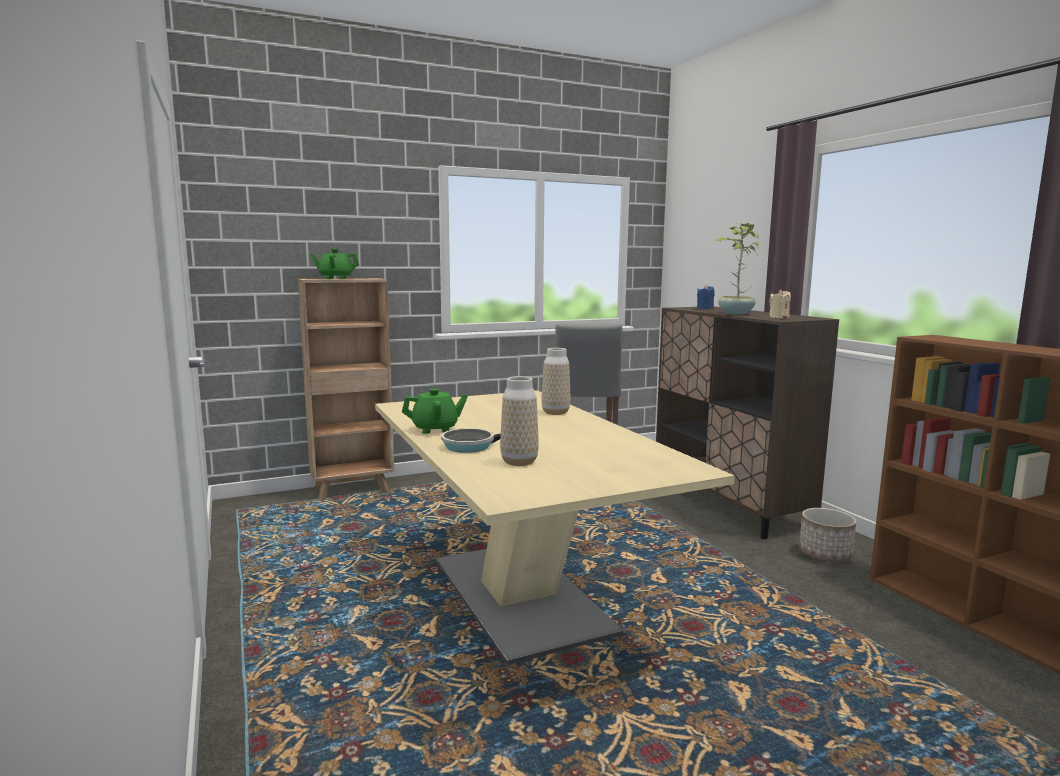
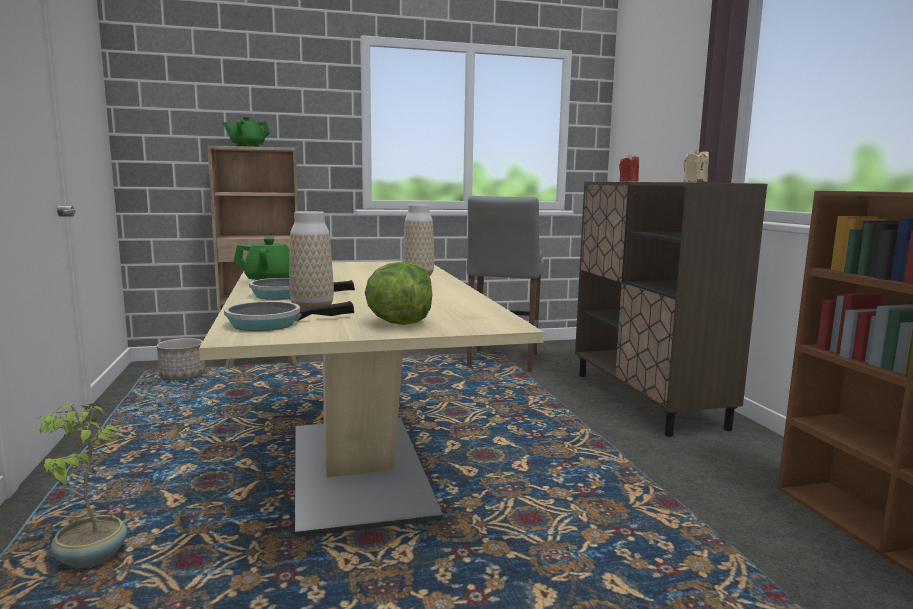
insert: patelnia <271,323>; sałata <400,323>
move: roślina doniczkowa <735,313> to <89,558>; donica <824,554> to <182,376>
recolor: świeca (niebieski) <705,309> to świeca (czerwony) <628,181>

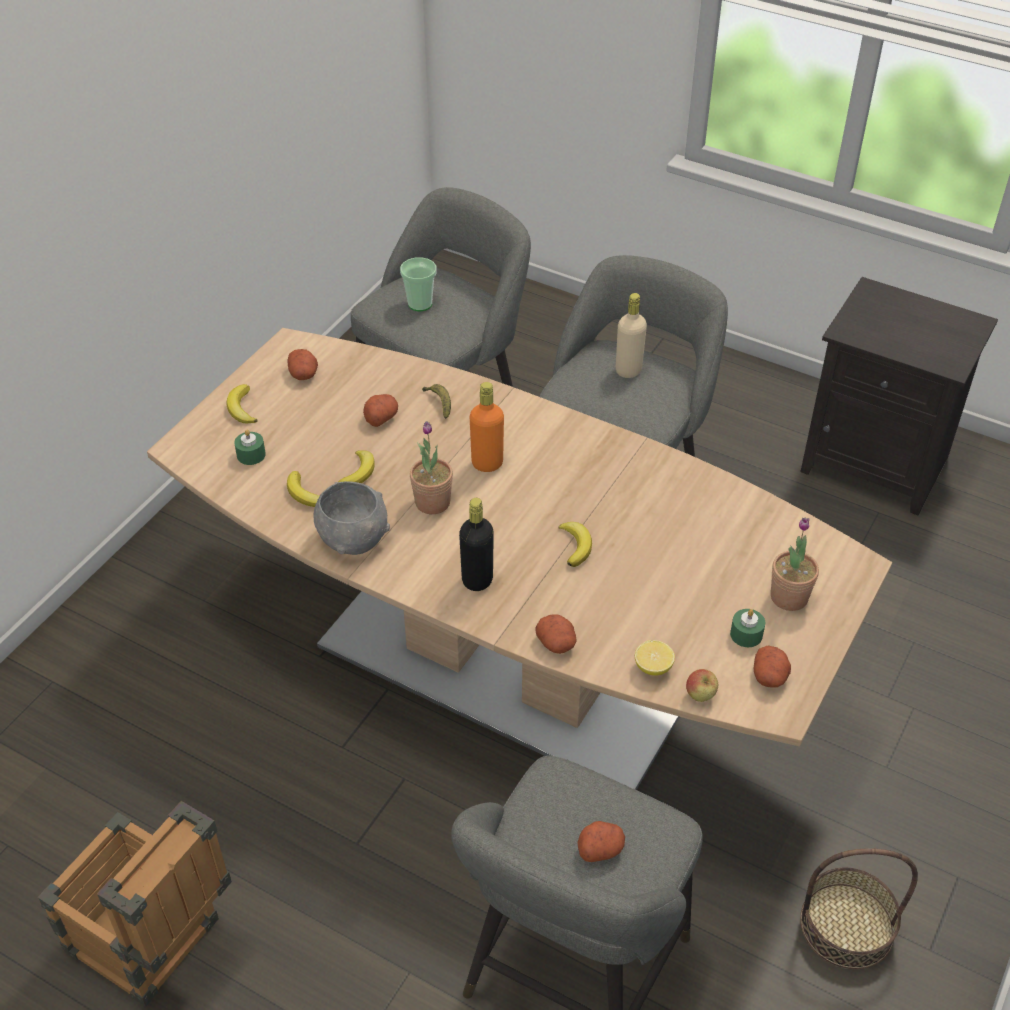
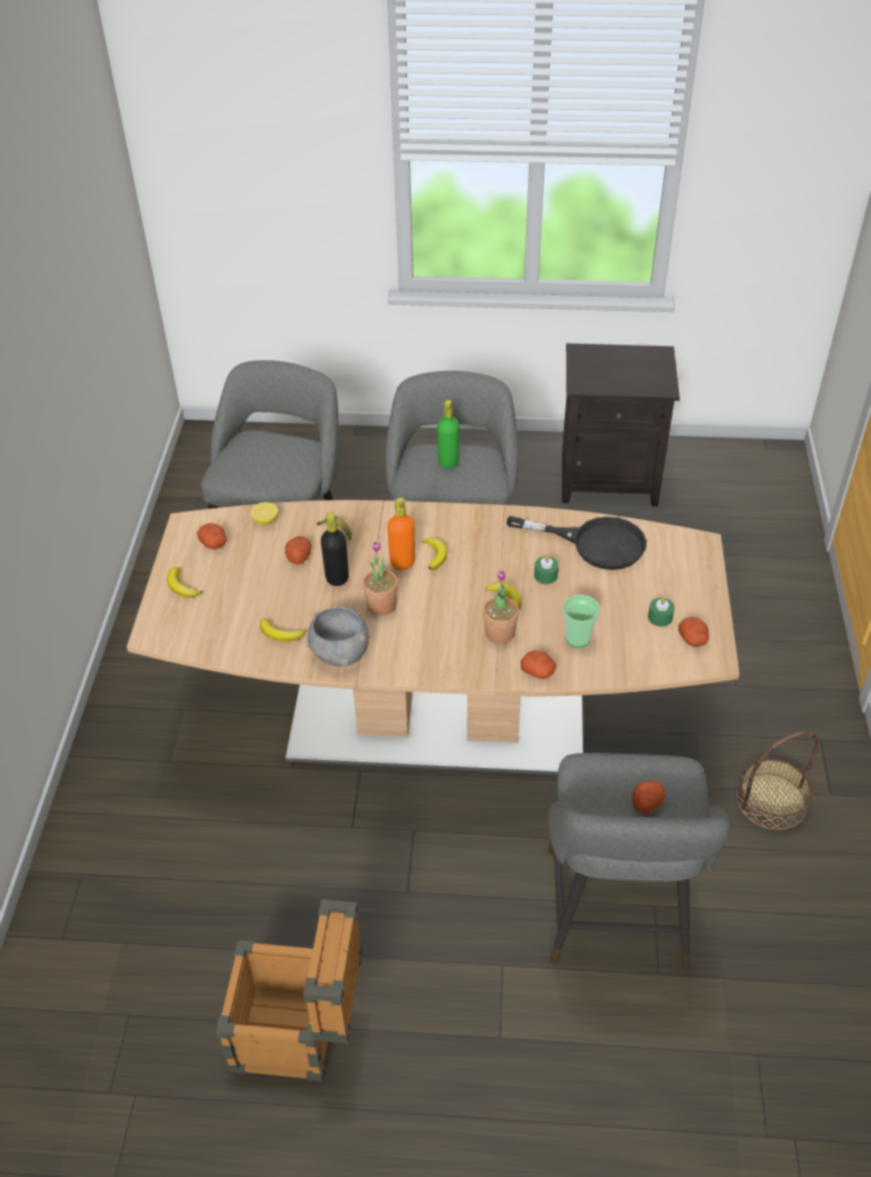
delete: jabłko <700,696>
insert: patelnia (czarny) <595,543>
move: świeca (zielony) <251,455> to <545,575>; banan <358,472> to <435,555>; filiżanka <420,304> to <578,638>; butelka (czarny) <477,580> to <337,578>; cytryna <653,667> to <265,520>; roślina doniczkowa <789,597> to <500,633>
recolor: butelka (beżowy) <628,370> to butelka (zielony) <448,462>

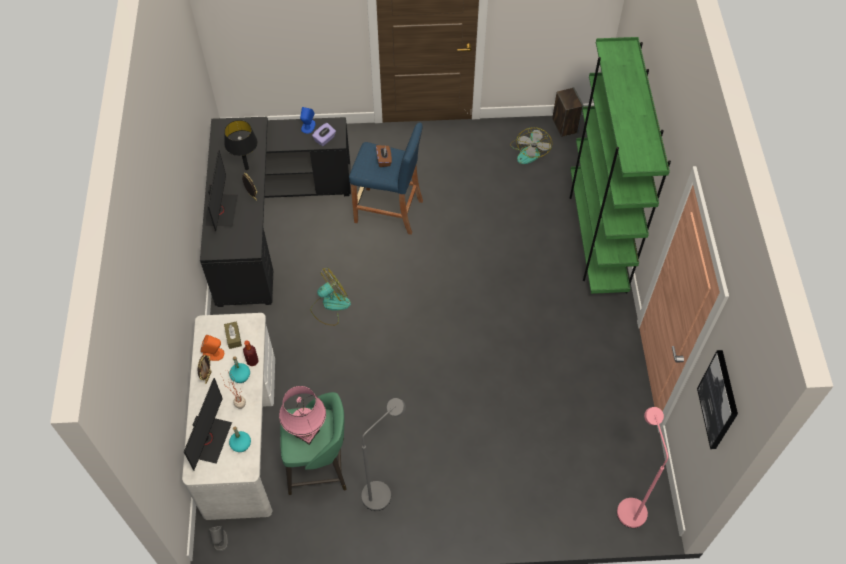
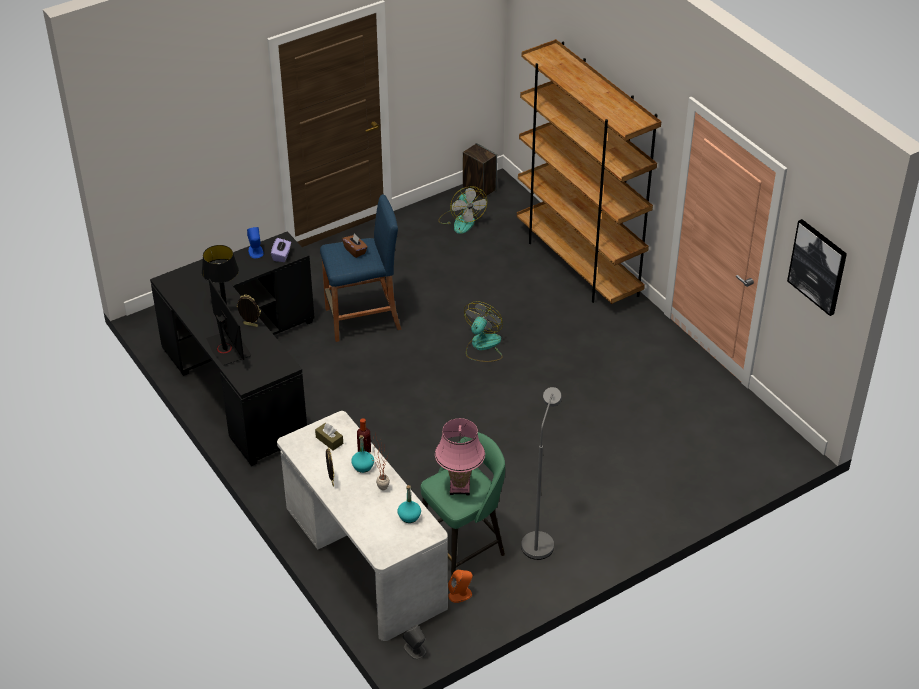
delete: monitor <209,439>; lampa stojąca (różowy) <629,505>
move: głośnik (pomarańczowy) <213,354> to <460,594>; wentylator <330,305> to <482,346>
recolor: regał (zielony) <597,237> to regał (brązowy) <578,264>

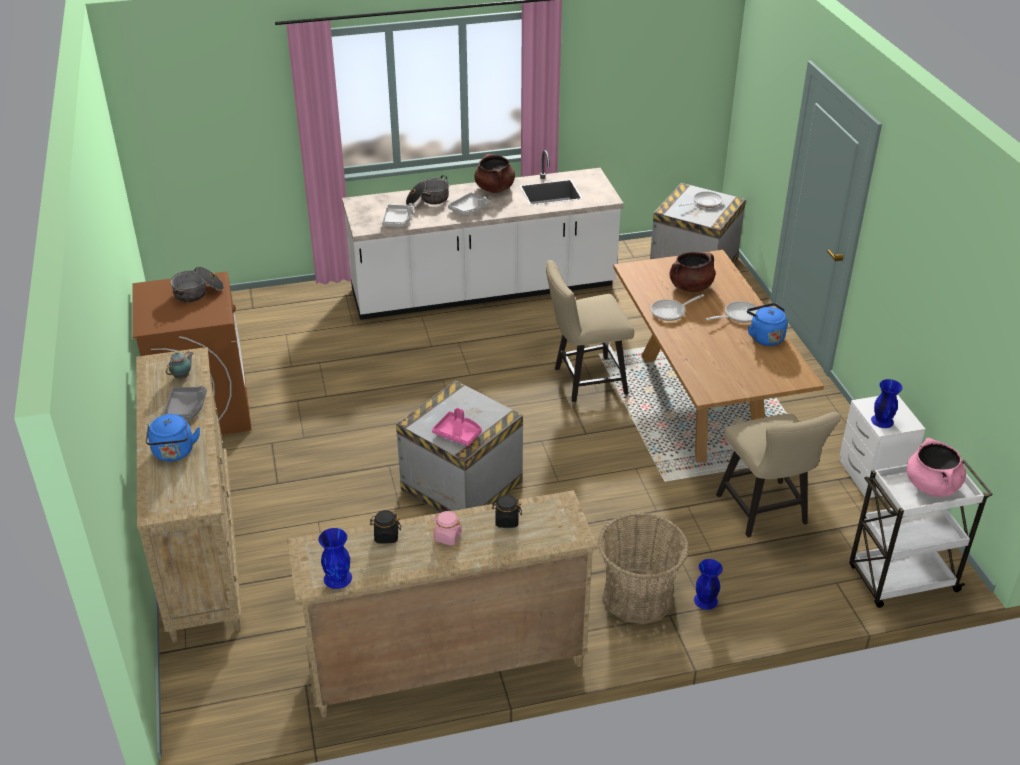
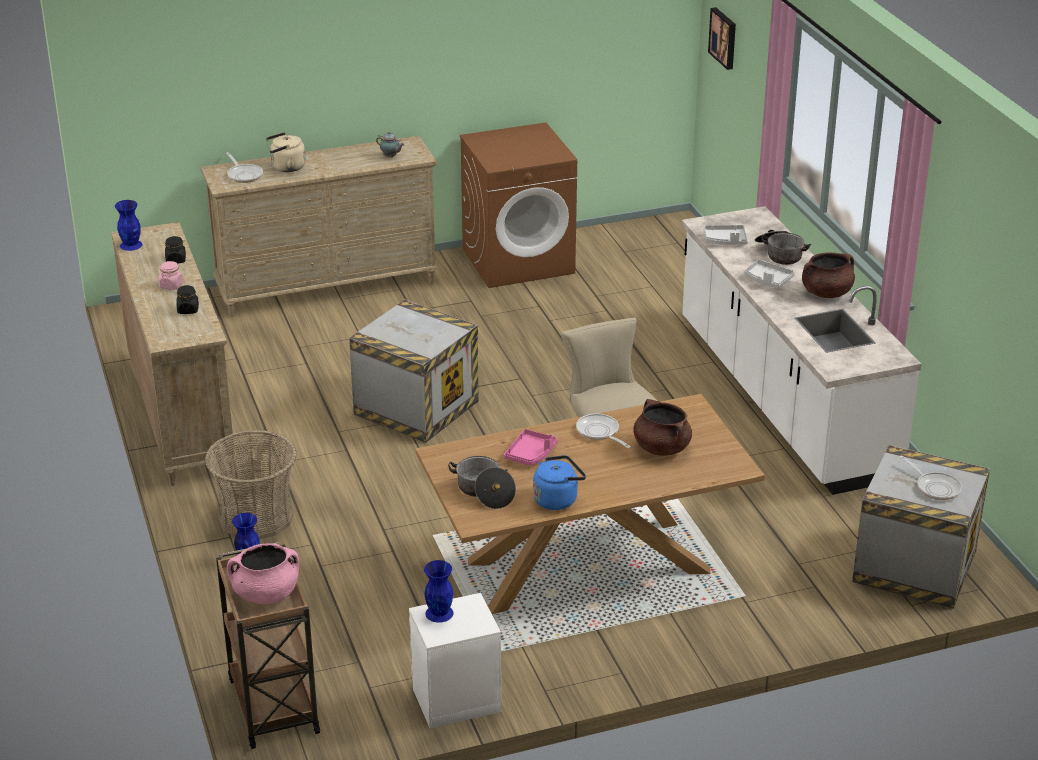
delete: taca (szary) <186,408>; krzesło (beżowy) <765,513>
insert: obraz <724,38>
move: garnek <198,292> to <484,491>; taca (różowy) <458,433> to <531,454>; patelnia <738,316> to <244,175>
recolor: czajnik (niebieski) <174,453> to czajnik (beżowy) <286,167>; wózek (biały) <901,579> to wózek (brązowy) <273,704>

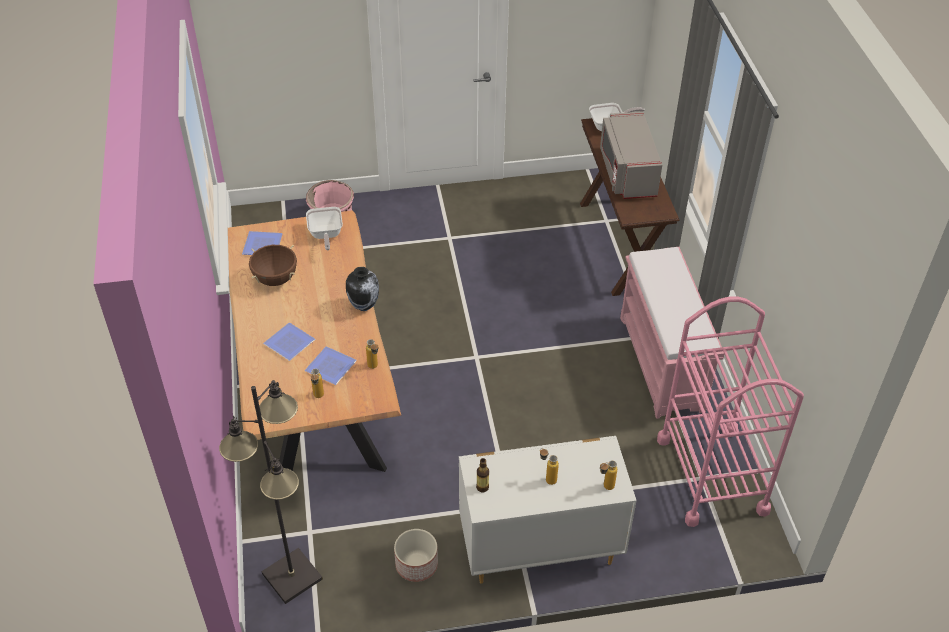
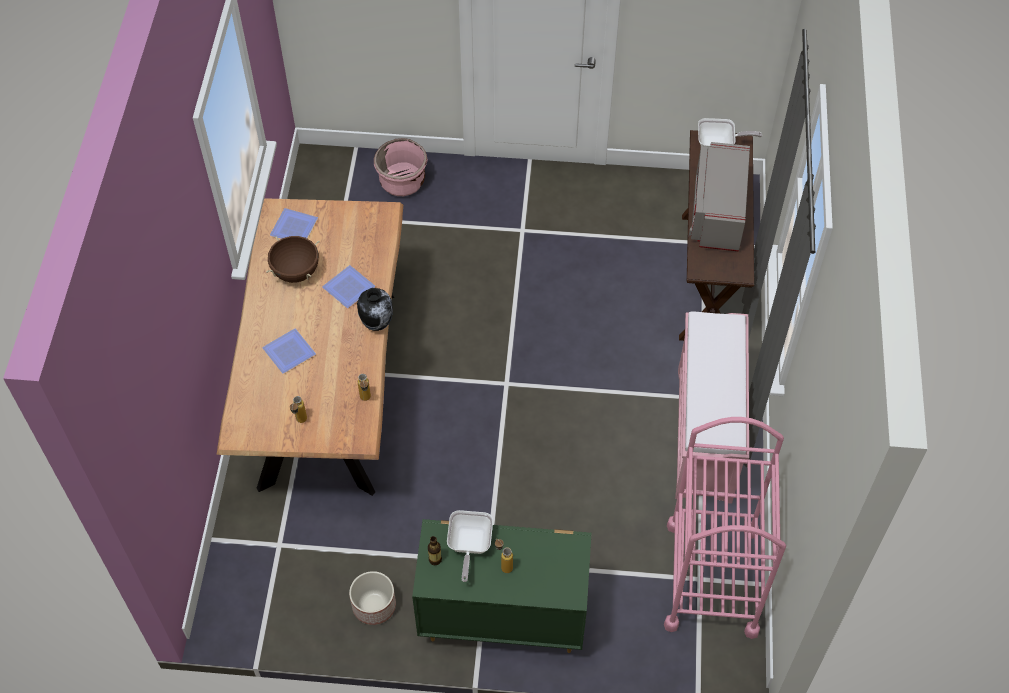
delete: lampa stojąca (czarny) <293,576>; butelka <605,488>
move: talerz <329,367> to <347,288>; patelnia <325,235> to <469,546>
recolor: komoda (biały) <538,548> to komoda (zielony) <501,617>

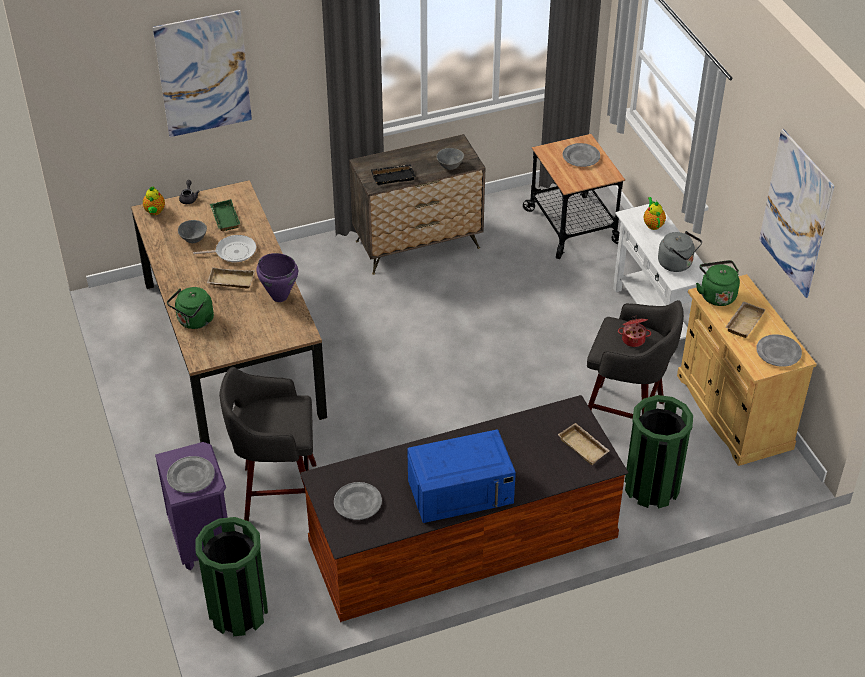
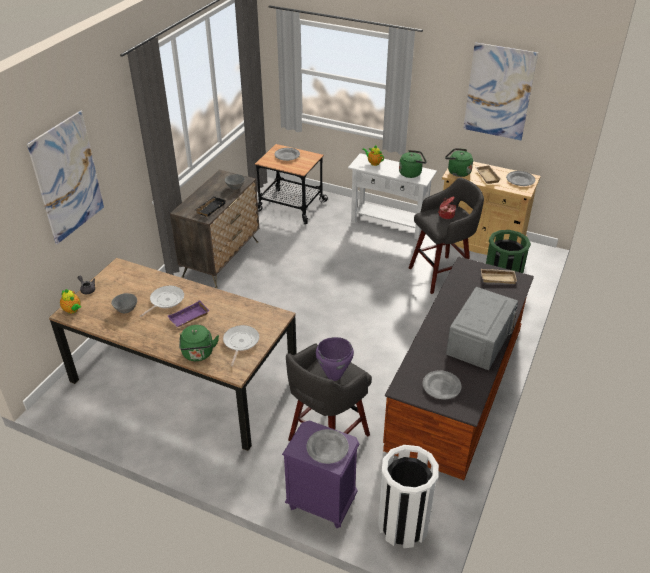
delete: taca (zielony) <224,218>
insert: patelnia <240,342>
move: garnek (fioletowy) <279,296> to <333,375>
recolor: kosz na śmieci (zielony) <238,611> to kosz na śmieci (biały) <403,525>; taca (beżowy) <230,281> to taca (fioletowy) <189,318>; mikrofalówka (niebieski) <461,490> to mikrofalówka (szary) <479,339>; czajnik (szary) <677,264> to czajnik (zielony) <411,173>

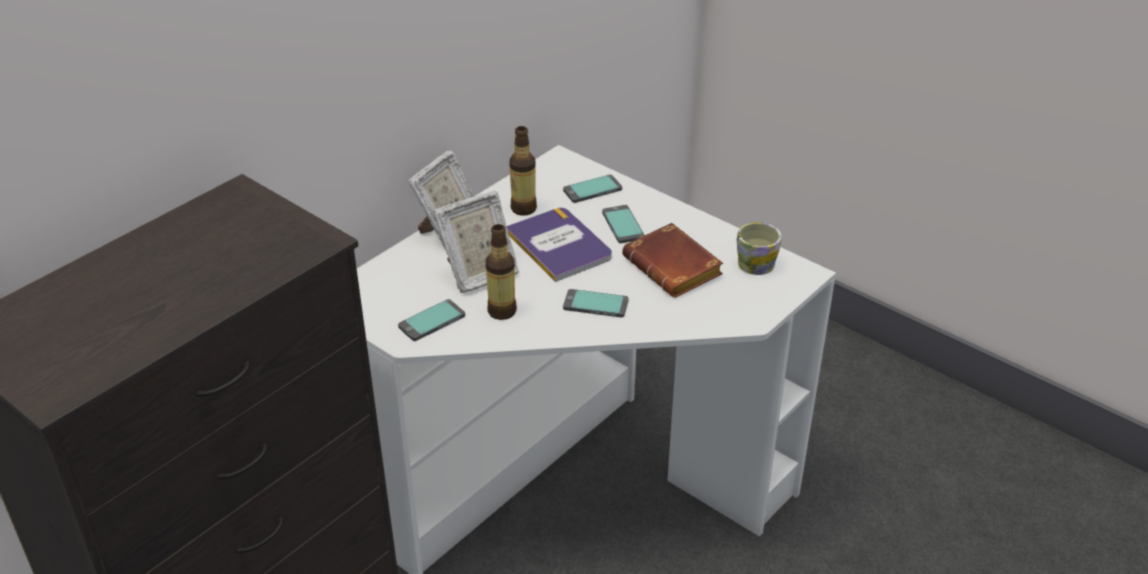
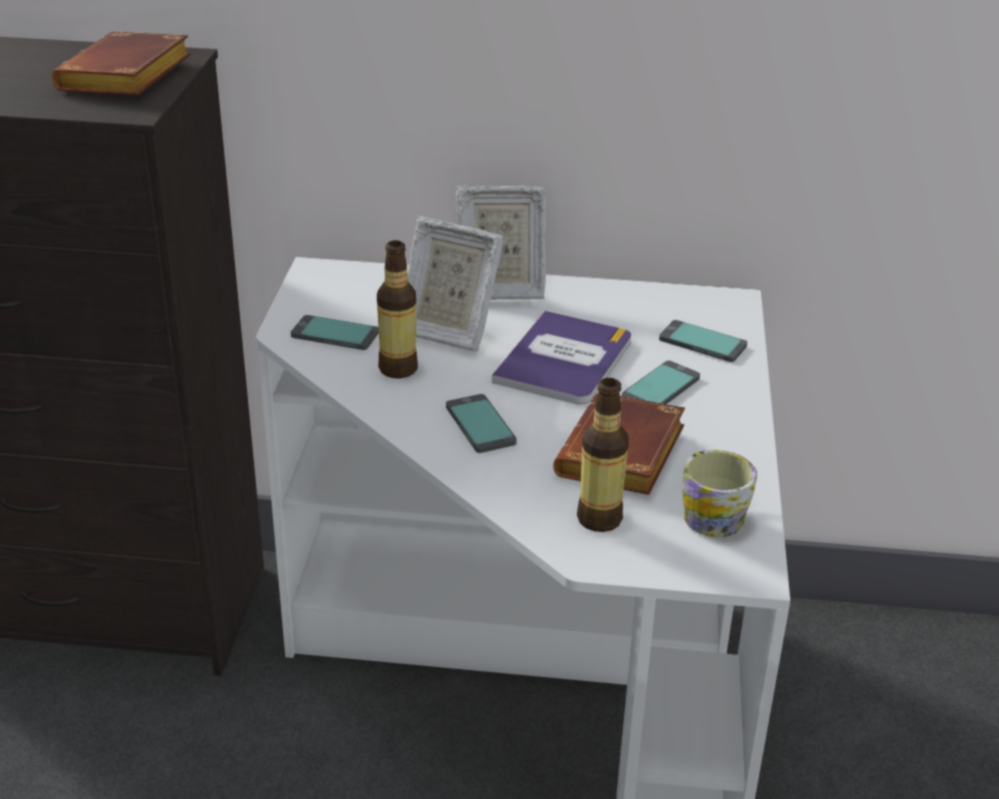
insert: książka (brązowy) <127,78>
move: butelka <523,209> to <599,519>

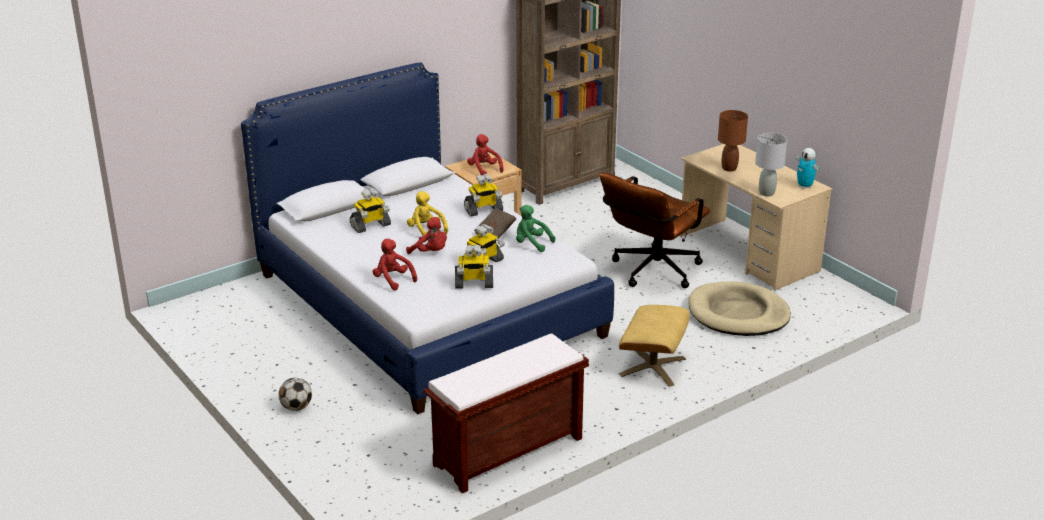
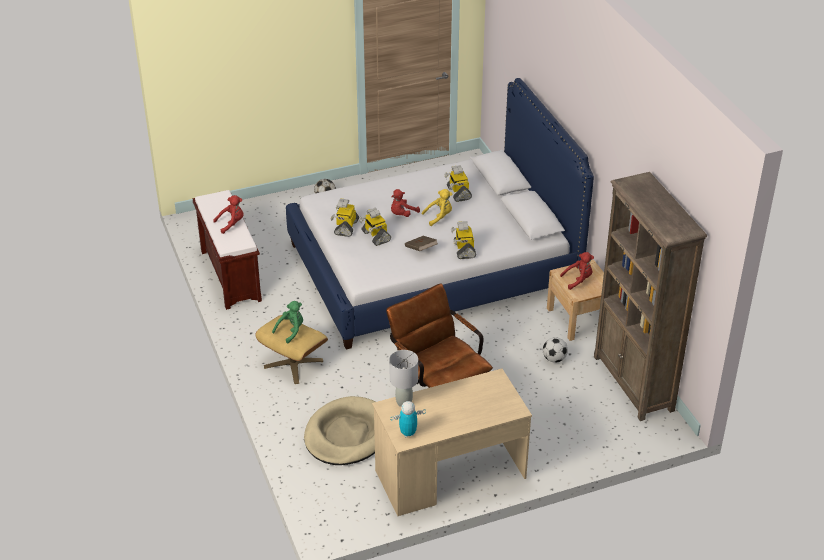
delete: lampa stołowa (brązowy) <729,168>
insert: piłka futbolowa <554,359>
move: pluszak (czerwony) <393,280> to <231,224>; pluszak (zielony) <531,244> to <291,331>

